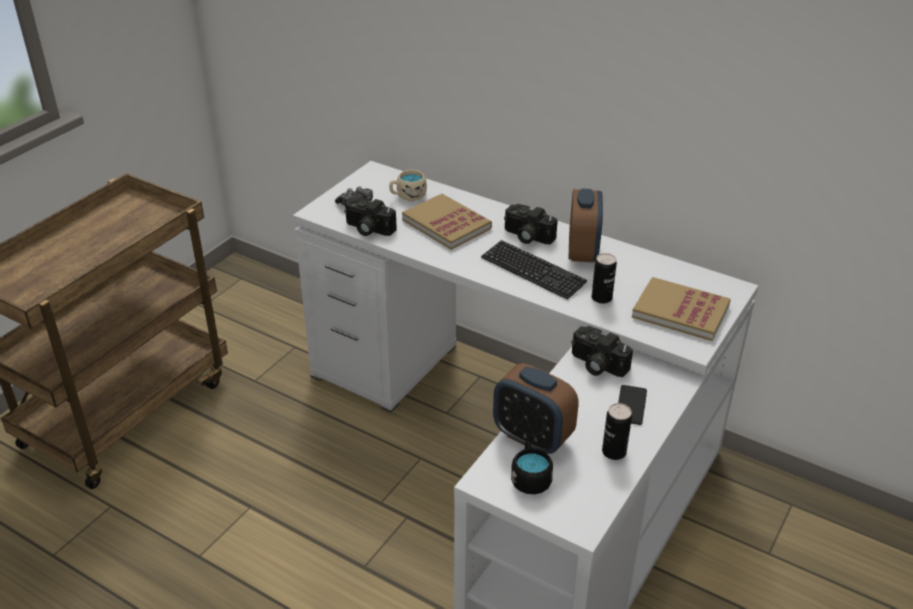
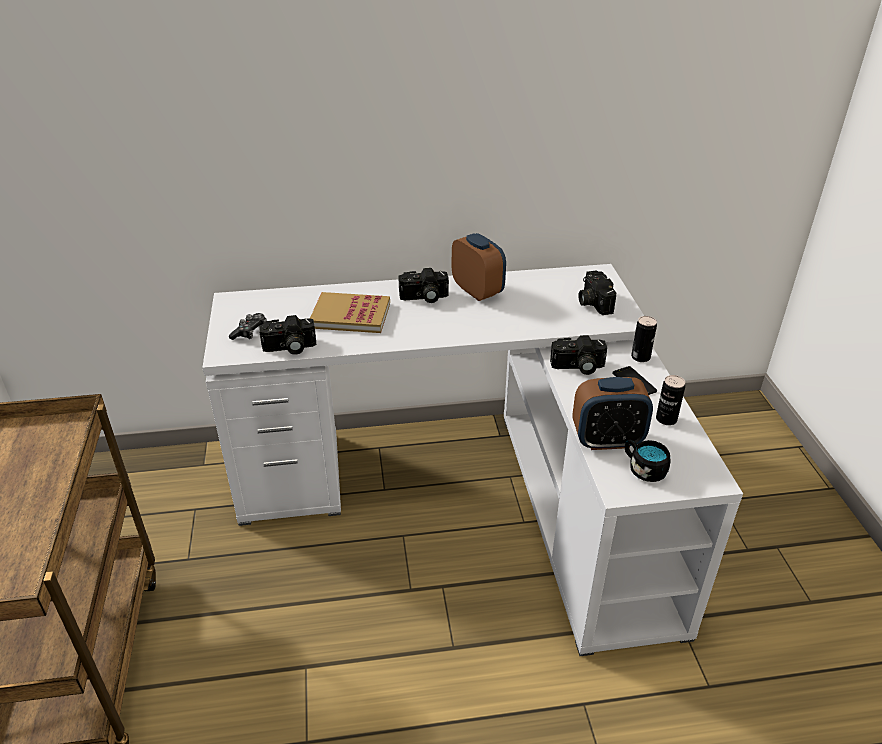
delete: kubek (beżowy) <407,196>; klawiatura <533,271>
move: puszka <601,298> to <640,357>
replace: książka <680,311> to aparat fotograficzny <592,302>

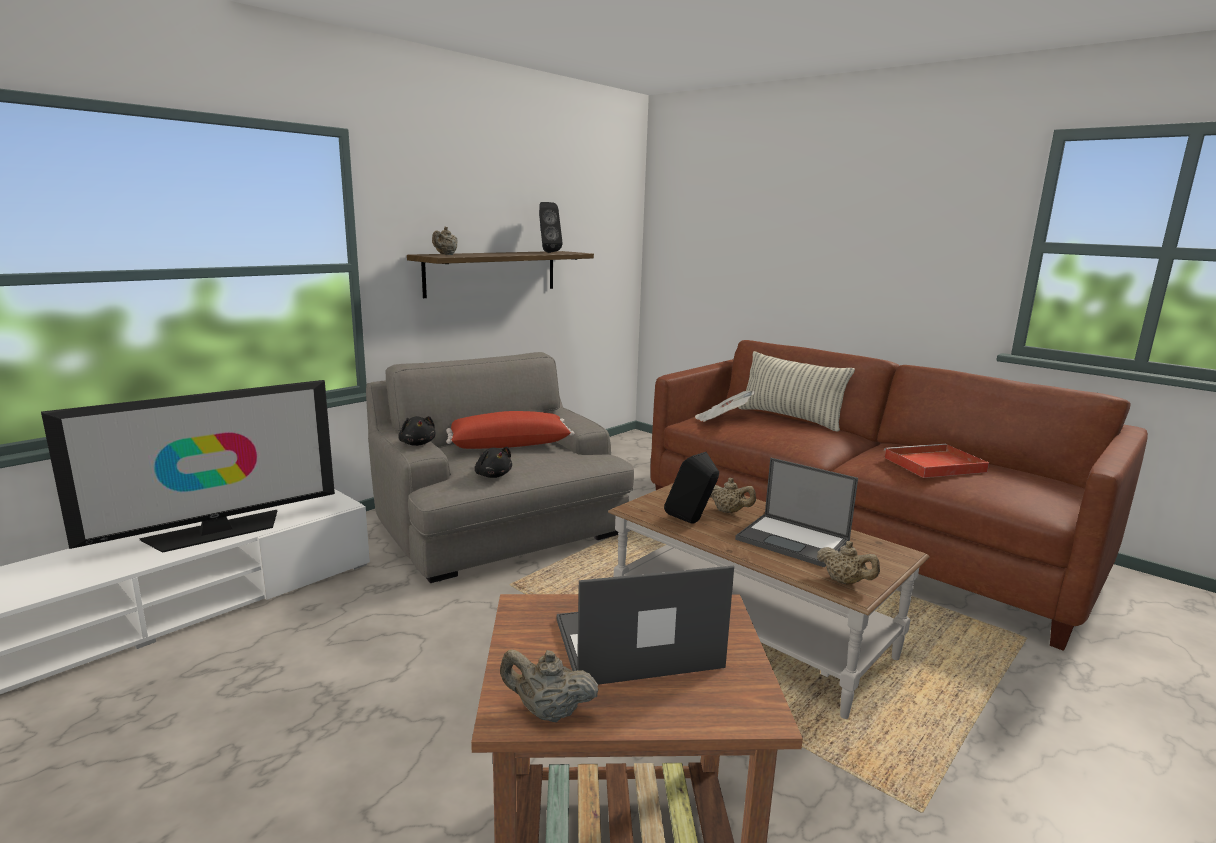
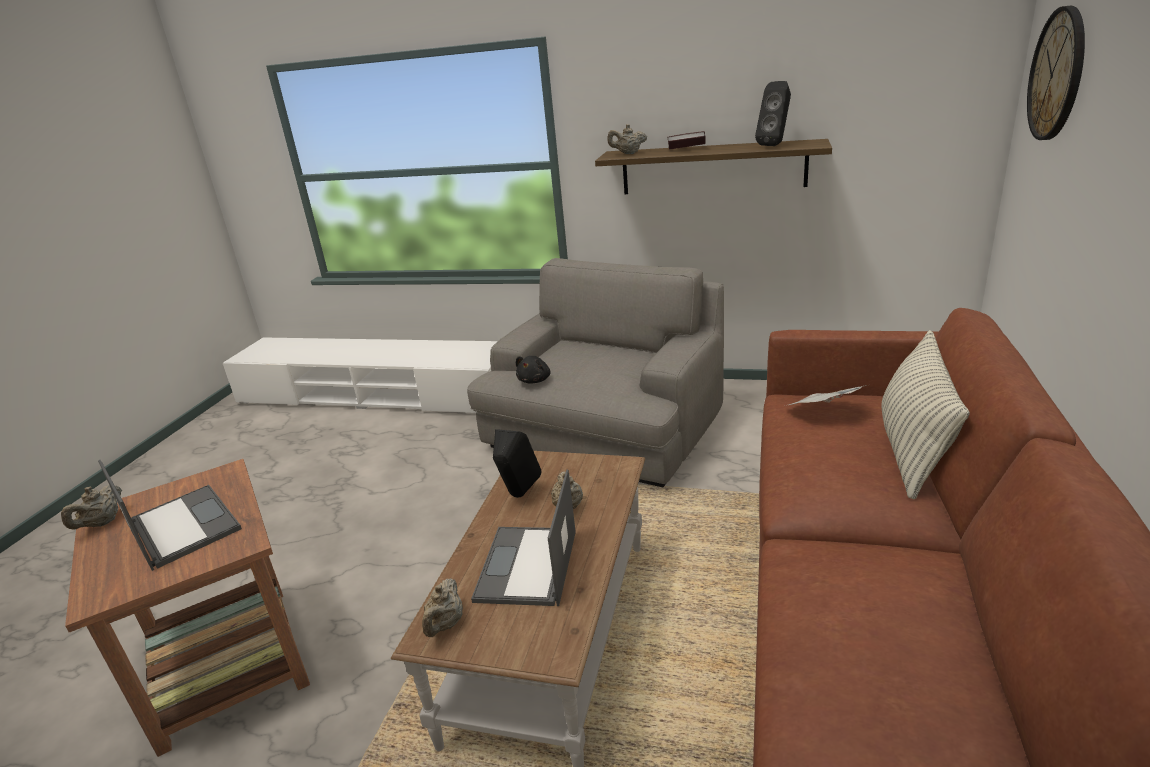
delete: telewizor <216,532>; pluszak (czarny) <417,443>; poduszka (czerwony) <508,444>; taca (czerwony) <933,465>
insert: książka <686,149>; zegar ścienny <1057,74>
rotate: imbryk (beżowy) <547,712> = <102,523> 150 degrees counterclockwise

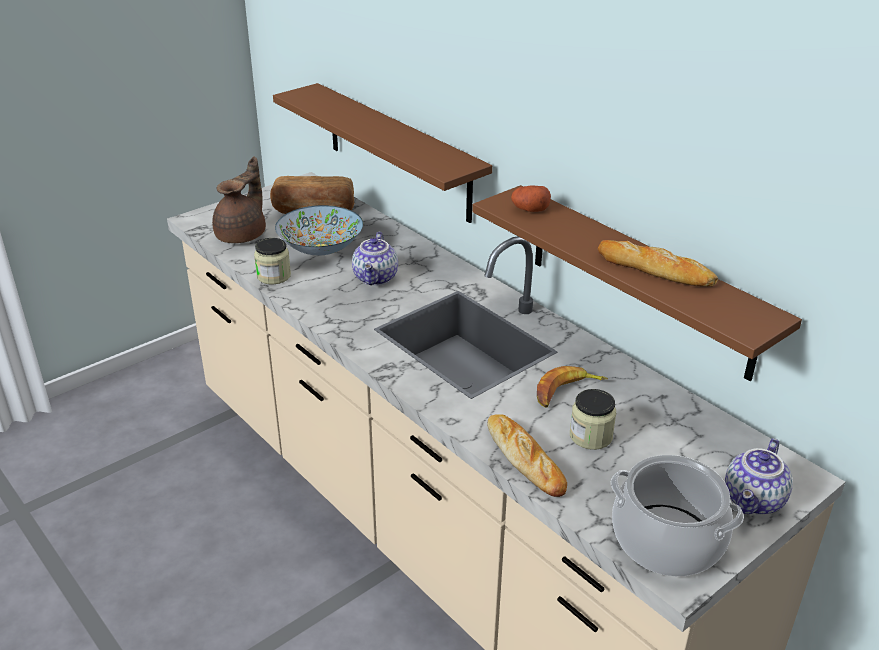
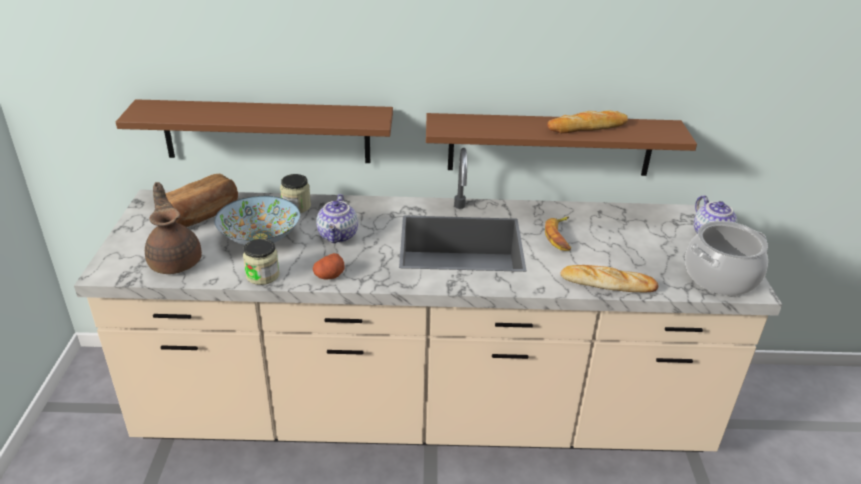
move: ziemniak <529,209> to <329,276>; słoik <590,436> to <296,206>
rotate: imbryk <376,278> = <339,236> 45 degrees clockwise

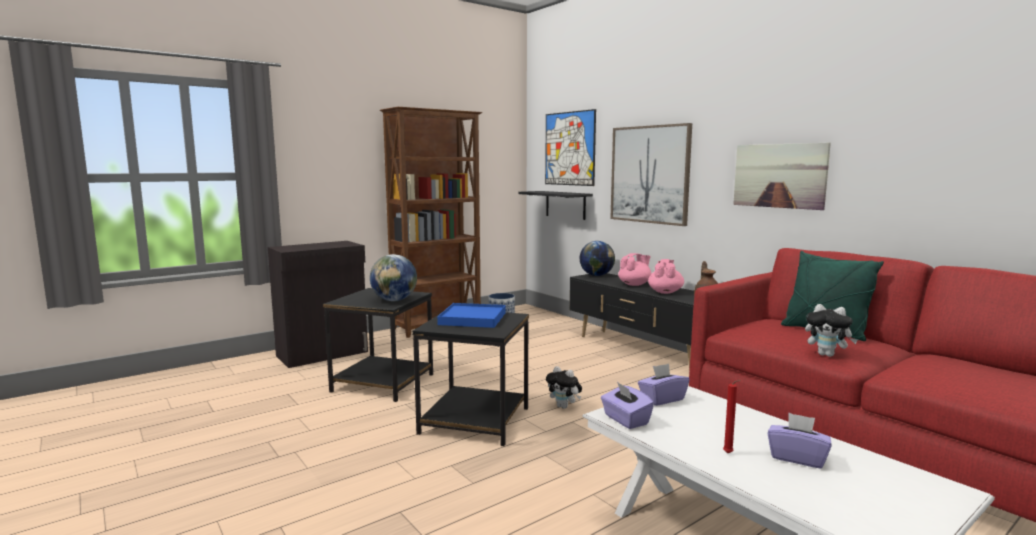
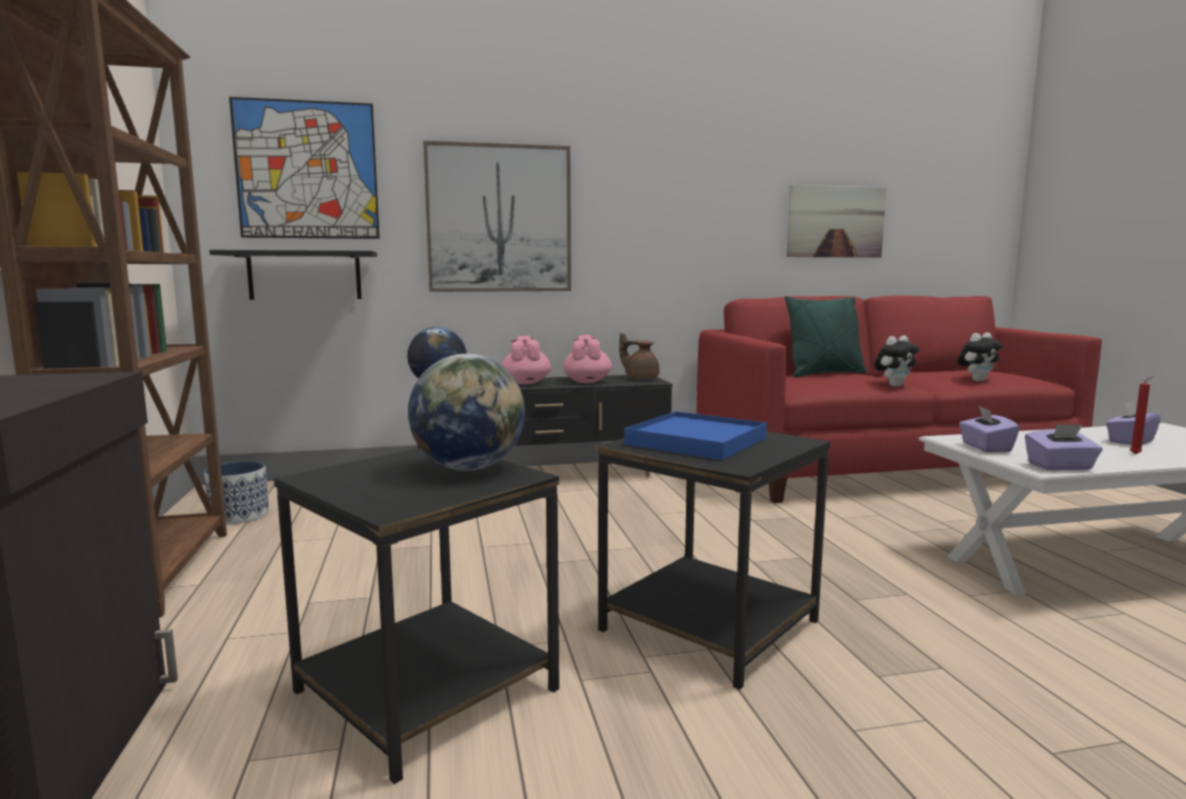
move: pluszak <564,407> to <977,380>; obraz <779,175> to <835,222>
rotate: imbryk (różowy) <665,292> = <587,381> 45 degrees clockwise

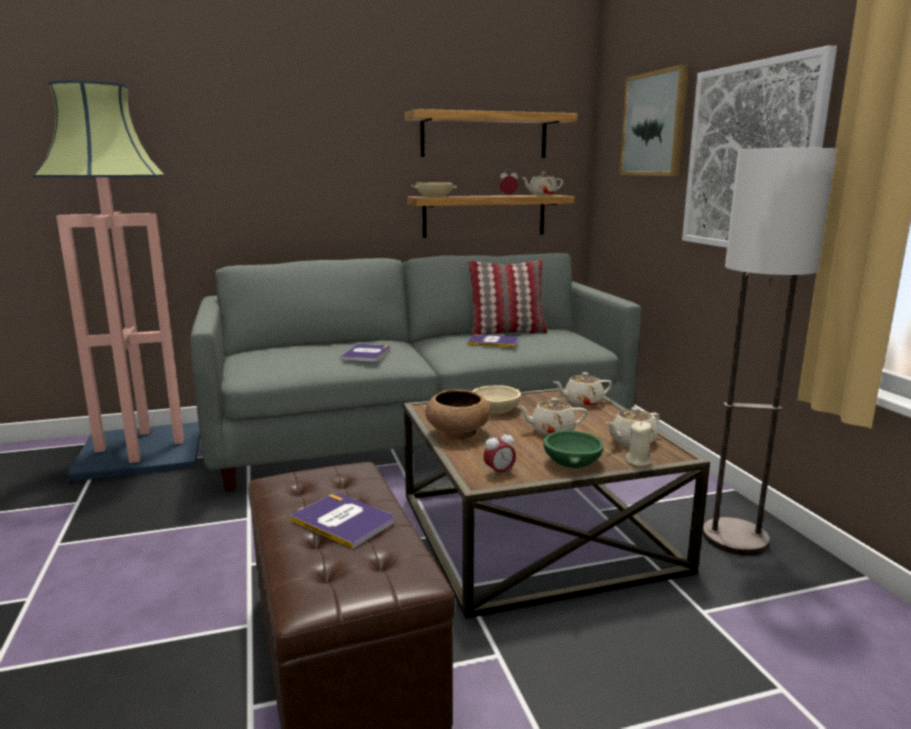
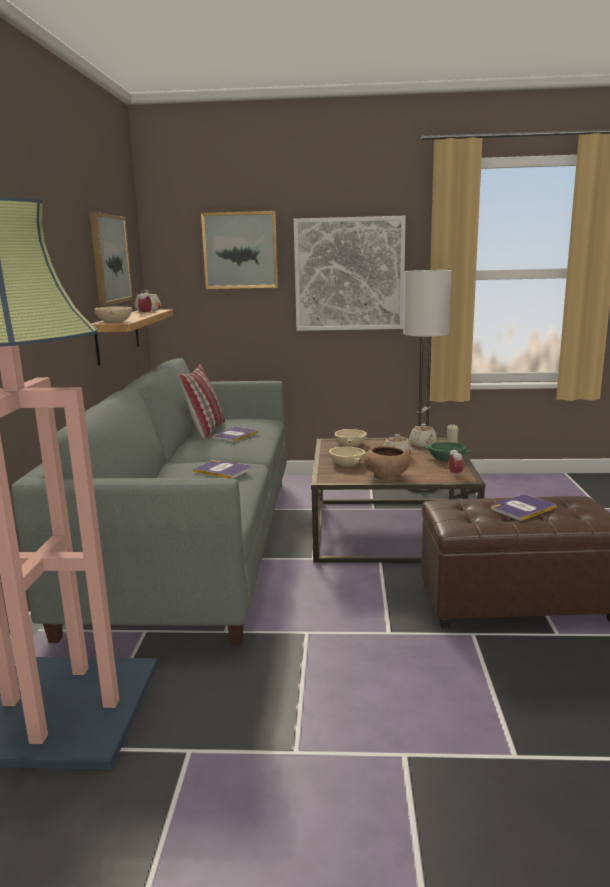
replace: półka <484,136> to obraz <109,259>; imbryk (beżowy) <582,402> to miska (beżowy) <350,444>

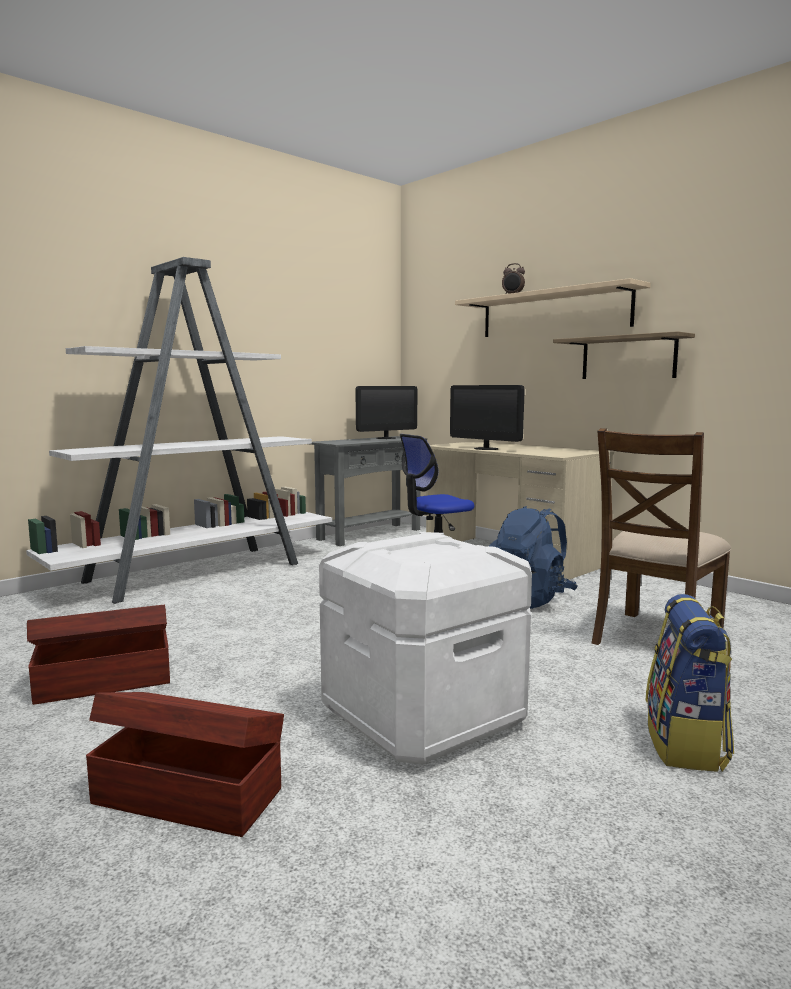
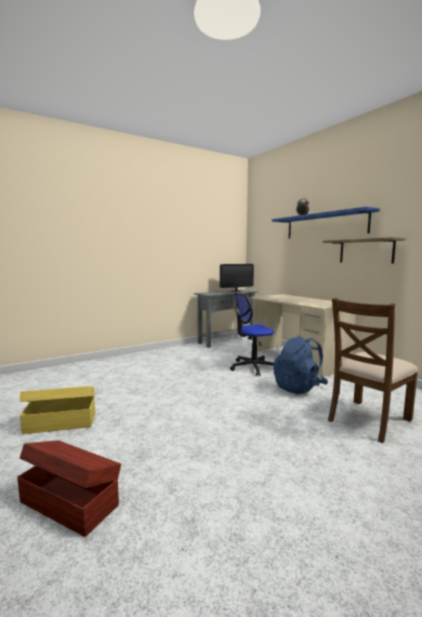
delete: regał (biały) <198,572>; pojemnik do przechowywania (biały) <423,717>; monitor <486,449>; plecak <686,745>
recolor: pojemnik do przechowywania (brązowy) <103,681> to pojemnik do przechowywania (żółty) <60,423>; półka (beżowy) <553,313> to półka (niebieski) <325,225>

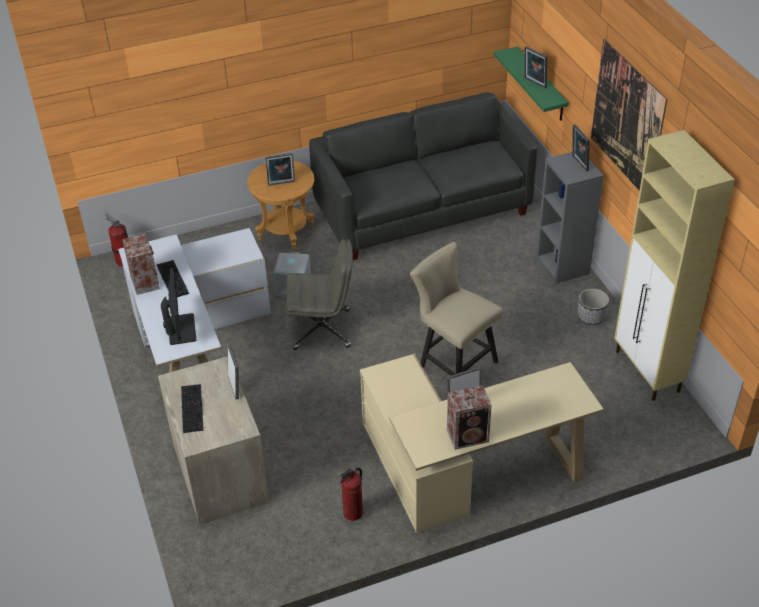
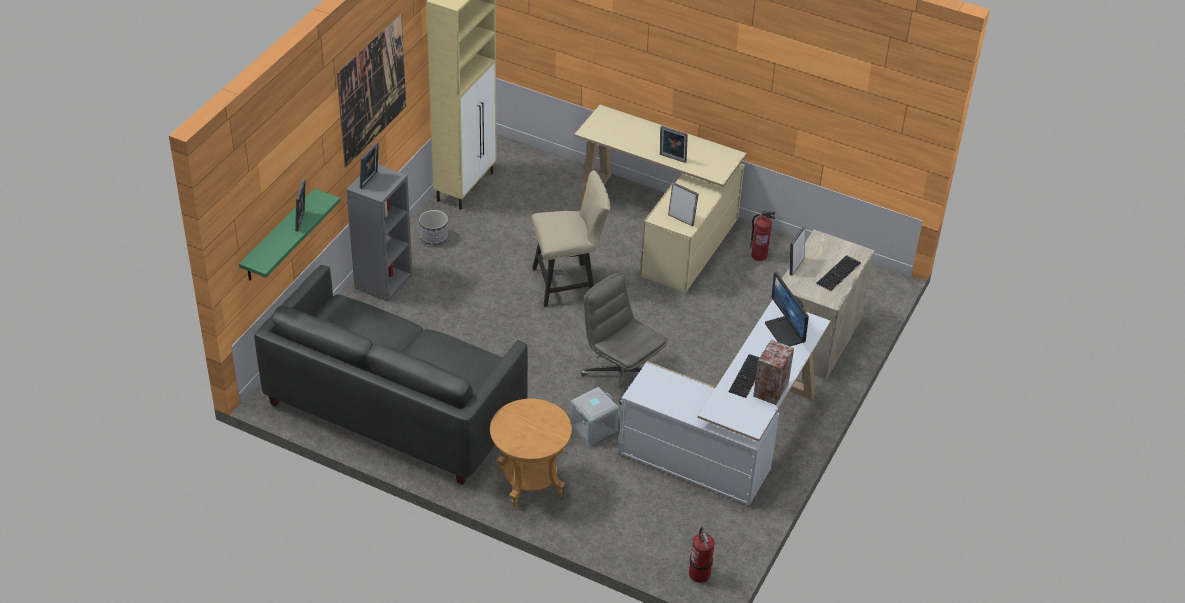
delete: głośnik <469,436>
move: ramka na zdjęcie <281,184> to <681,219>
rotate: monitor <180,329> = <785,332> 60 degrees counterclockwise; krzesło (beżowy) <453,362> = <569,283> 105 degrees counterclockwise

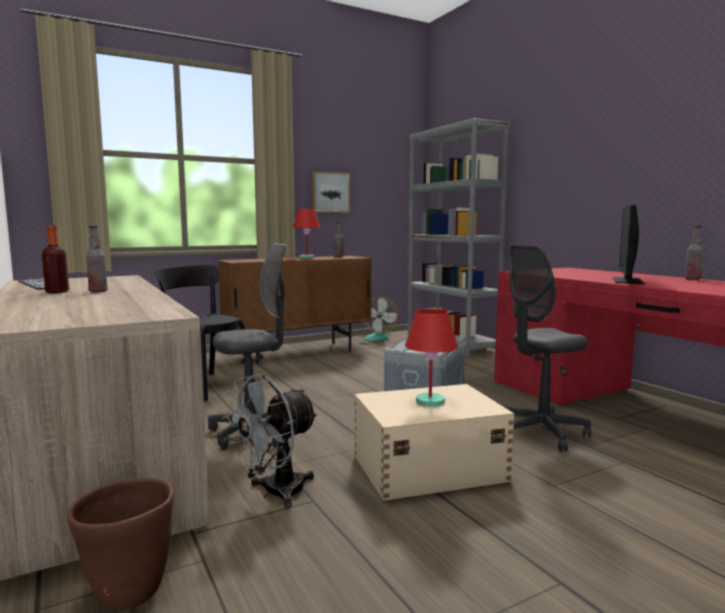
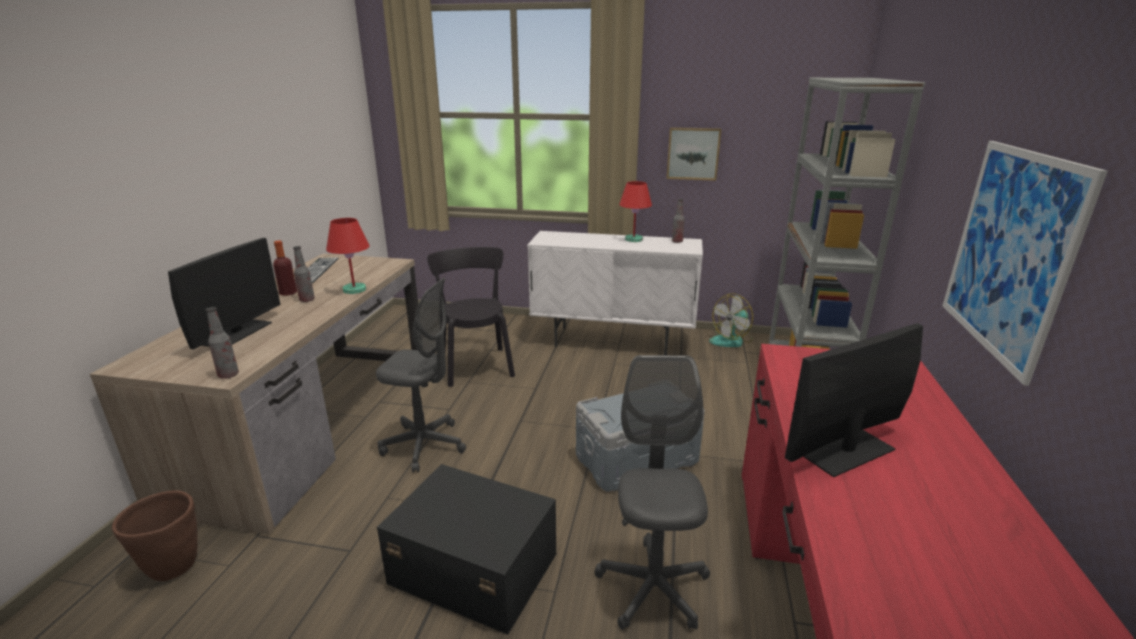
delete: wentylator (szary) <274,493>
insert: monitor <237,333>; obraz <1009,253>
move: lampa stołowa (czerwony) <430,401> to <355,289>; butelka <692,279> to <228,375>
recolor: szafka (brązowy) <298,353> to szafka (biały) <612,342>; pojemnik do przechowywania (beżowy) <427,468> to pojemnik do przechowywania (czarny) <472,567>
rotate: krzesło biurowe (szary) <540,433> = <652,588> 75 degrees clockwise

